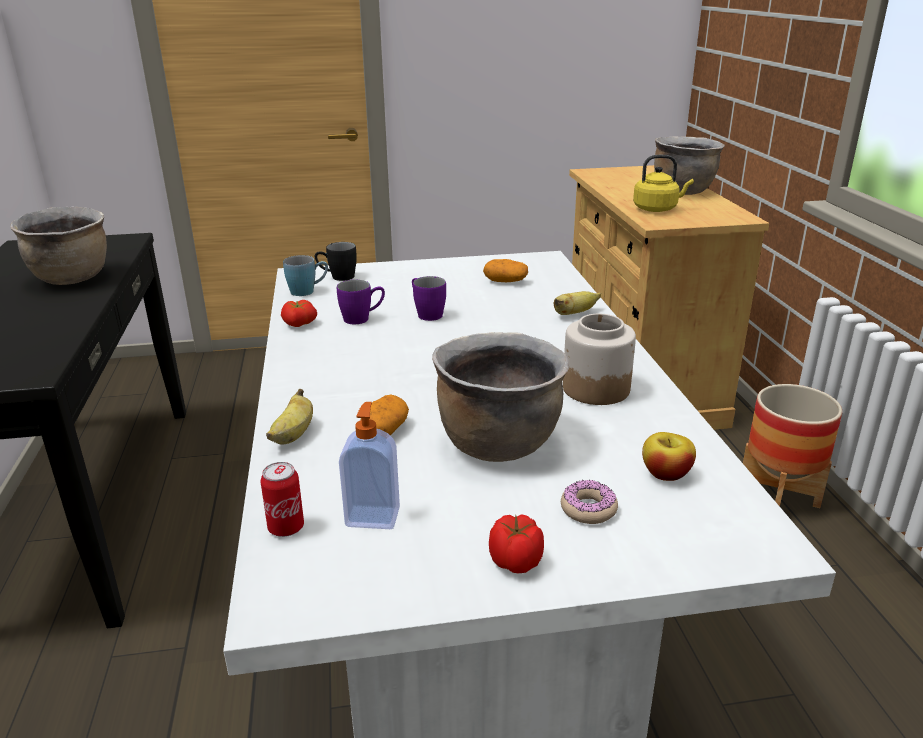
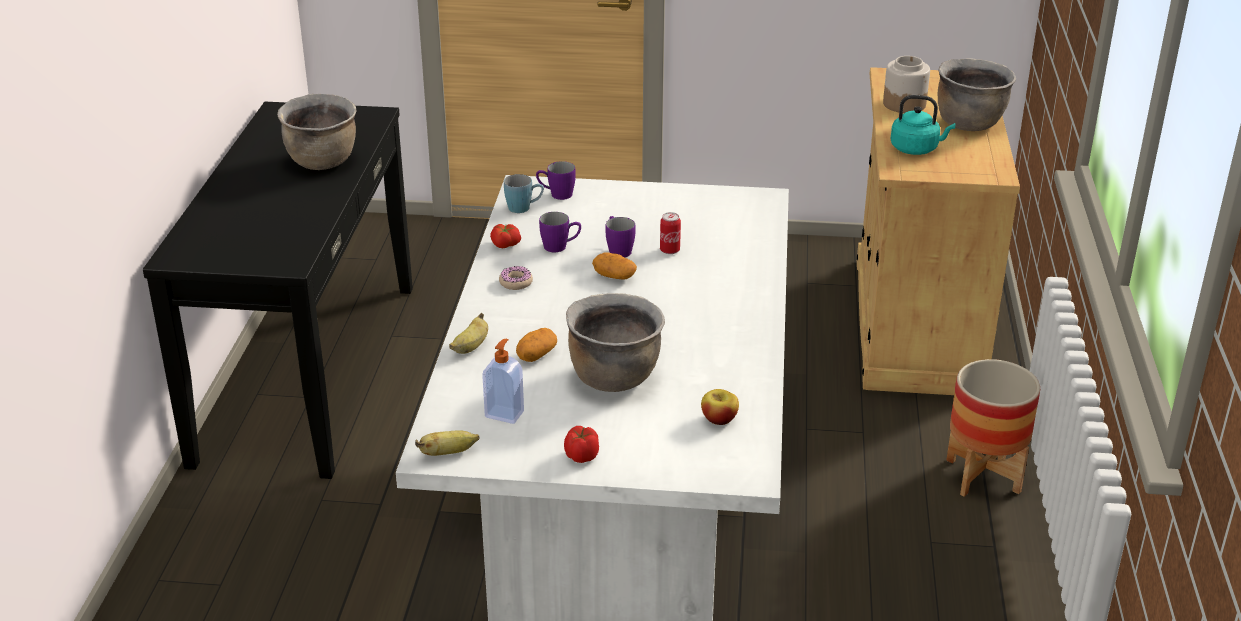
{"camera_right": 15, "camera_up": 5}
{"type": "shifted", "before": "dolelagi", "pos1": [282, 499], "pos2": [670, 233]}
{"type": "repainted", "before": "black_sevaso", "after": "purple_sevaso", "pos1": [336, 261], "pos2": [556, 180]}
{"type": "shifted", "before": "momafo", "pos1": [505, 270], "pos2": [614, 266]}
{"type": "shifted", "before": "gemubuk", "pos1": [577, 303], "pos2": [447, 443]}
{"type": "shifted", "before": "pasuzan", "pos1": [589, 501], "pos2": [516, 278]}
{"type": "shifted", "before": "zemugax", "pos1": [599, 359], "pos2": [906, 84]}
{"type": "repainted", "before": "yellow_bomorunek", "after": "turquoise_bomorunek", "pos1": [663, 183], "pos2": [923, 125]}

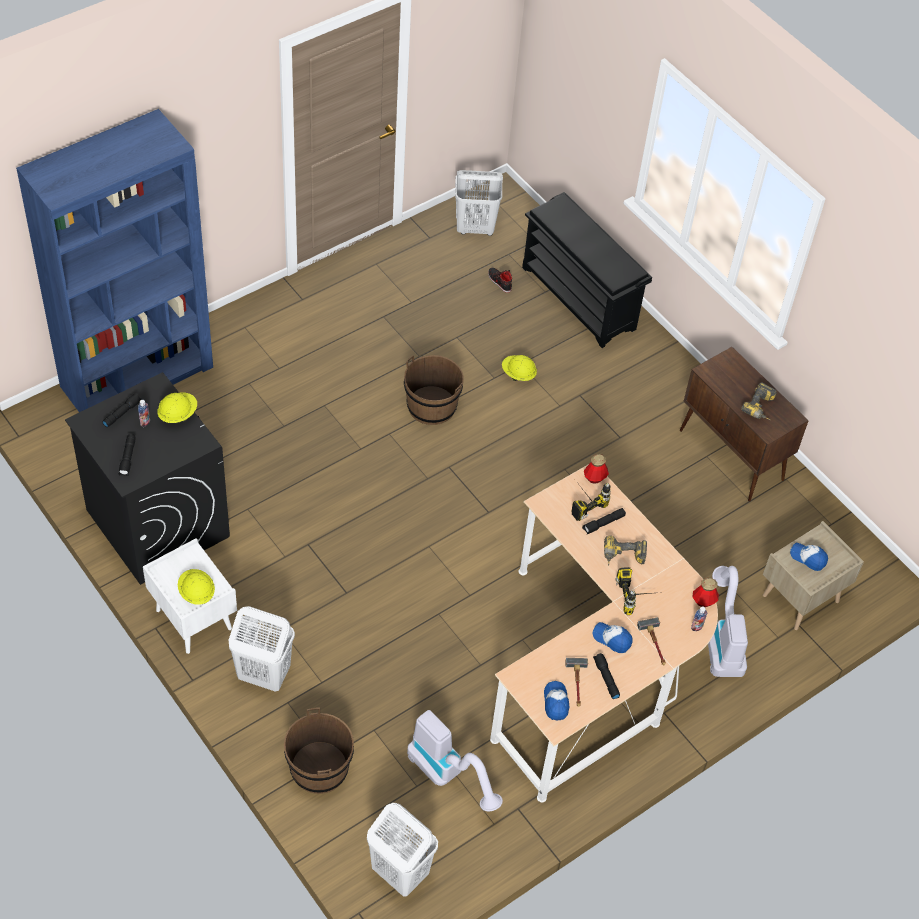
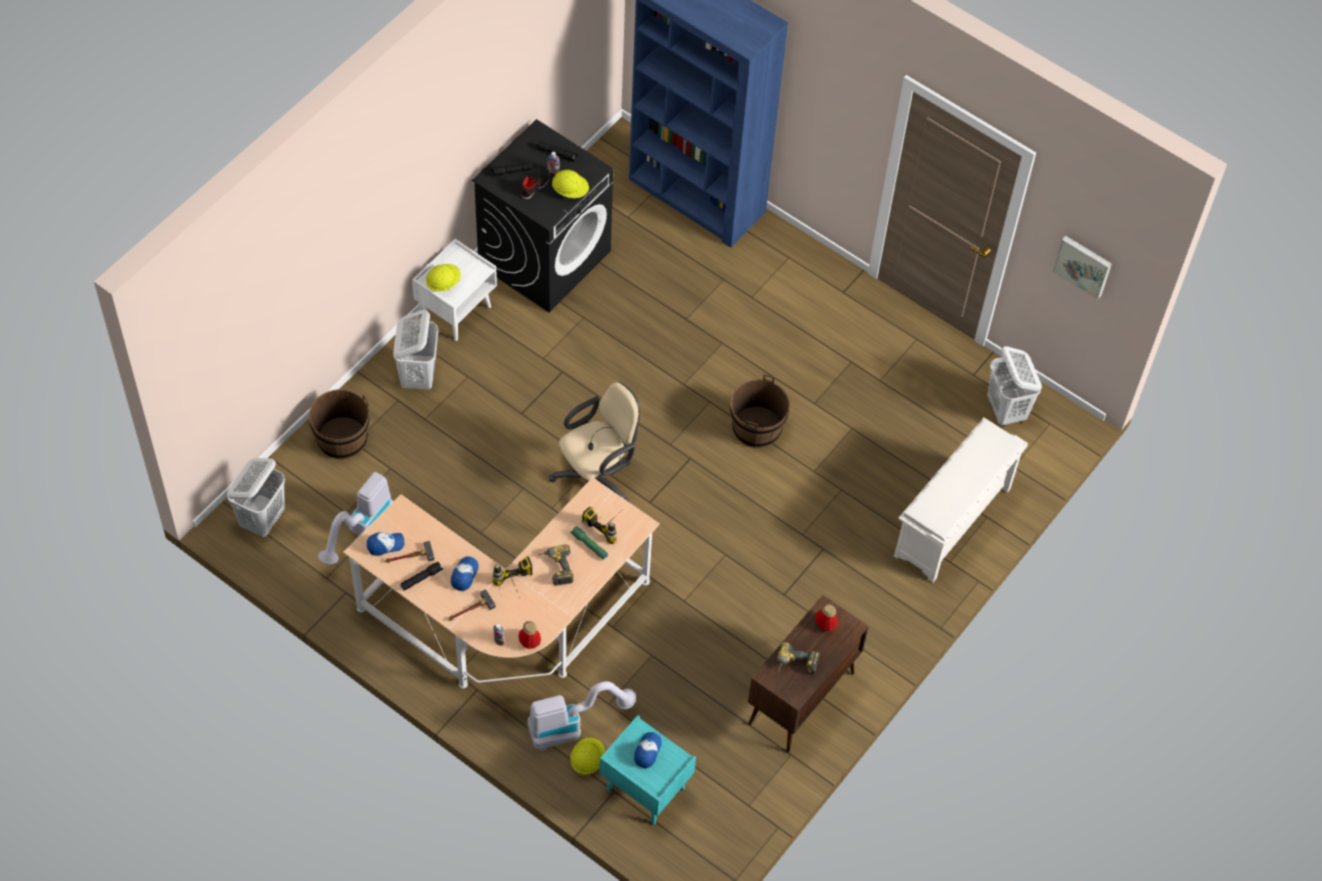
{"camera_right": 75, "camera_up": 5}
{"type": "shifted", "before": "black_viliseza", "pos1": [500, 280], "pos2": [535, 186]}
{"type": "shifted", "before": "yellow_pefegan", "pos1": [519, 368], "pos2": [587, 756]}
{"type": "repainted", "before": "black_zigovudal", "after": "white_zigovudal", "pos1": [587, 270], "pos2": [961, 500]}
{"type": "repainted", "before": "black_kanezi", "after": "green_kanezi", "pos1": [604, 521], "pos2": [589, 543]}
{"type": "shifted", "before": "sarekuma", "pos1": [596, 469], "pos2": [827, 617]}
{"type": "repainted", "before": "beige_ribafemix", "after": "turquoise_ribafemix", "pos1": [813, 575], "pos2": [648, 770]}
{"type": "new", "after": "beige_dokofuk", "pos2": [594, 442]}
{"type": "new", "after": "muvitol", "pos2": [1082, 268]}

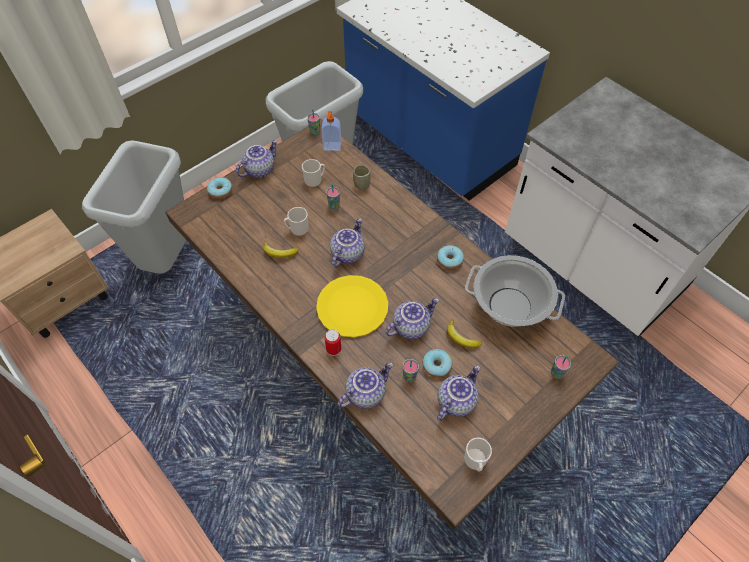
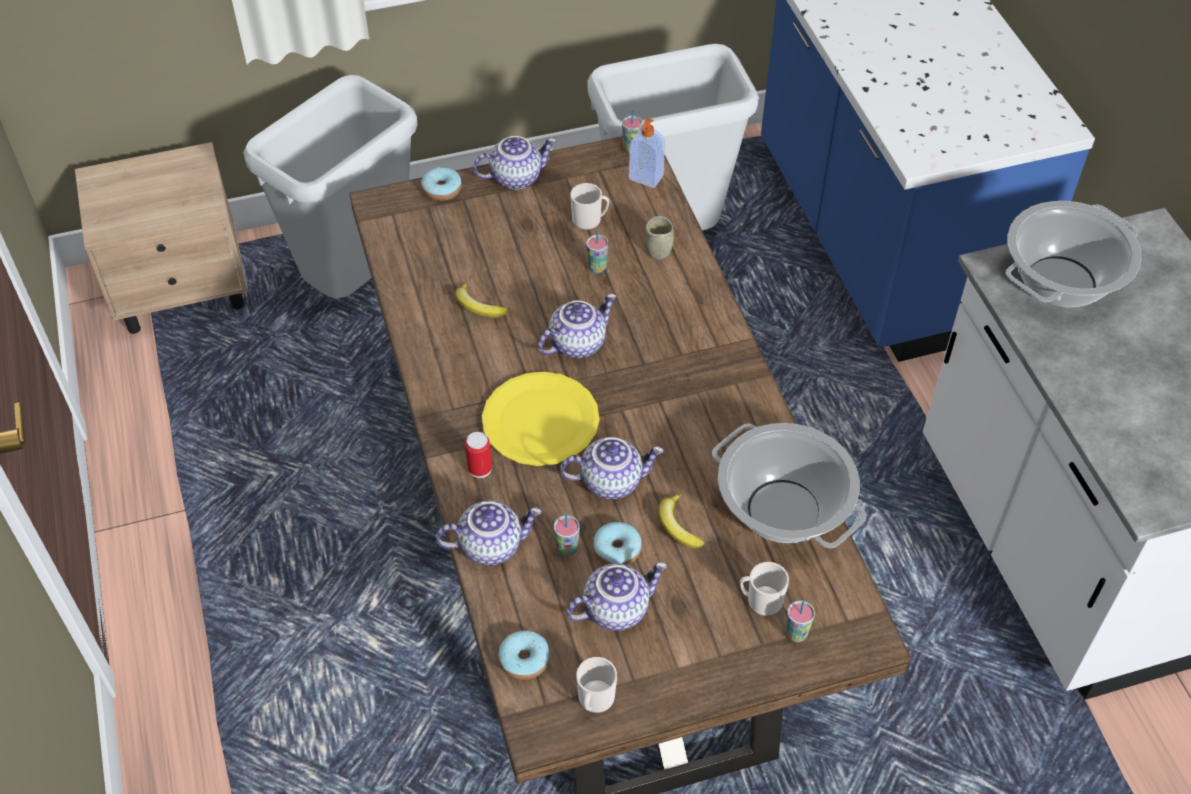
{"camera_right": 25, "camera_up": -5}
{"type": "shifted", "before": "sevaso", "pos1": [296, 221], "pos2": [764, 589]}
{"type": "shifted", "before": "pasuzan", "pos1": [450, 257], "pos2": [524, 655]}
{"type": "new", "after": "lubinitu", "pos2": [1073, 254]}

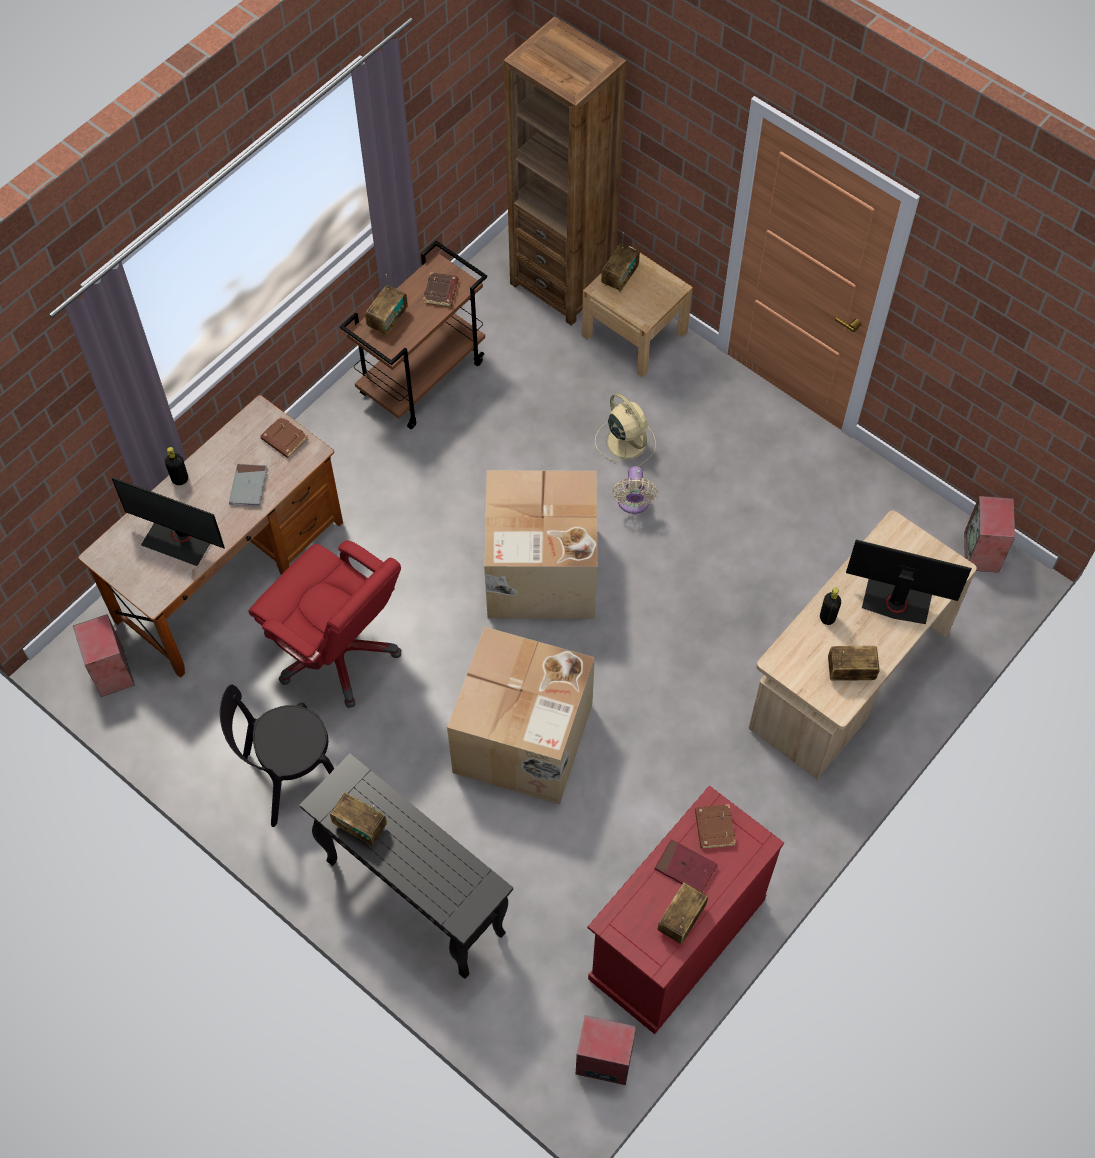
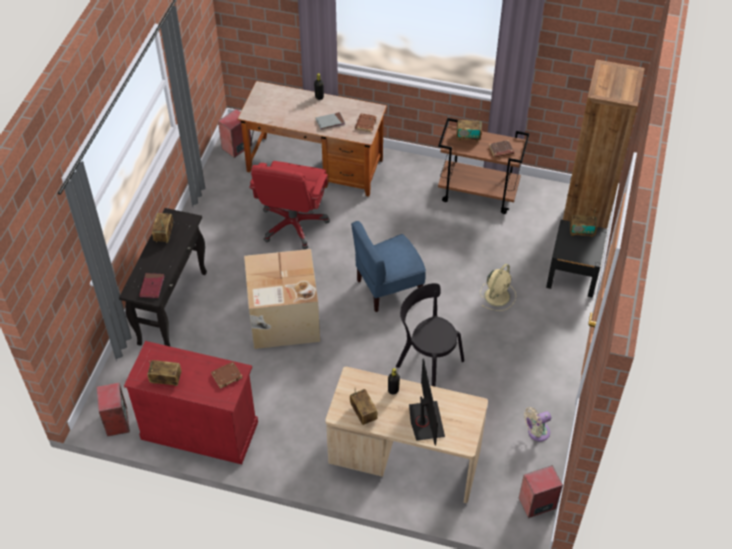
{"camera_right": 65, "camera_up": -10}
{"type": "gone", "before": "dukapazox", "pos1": [168, 521]}
{"type": "shifted", "before": "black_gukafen", "pos1": [277, 755], "pos2": [430, 335]}
{"type": "swapped", "before": "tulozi", "after": "blue_gukafen", "pos1": [540, 544], "pos2": [388, 266]}
{"type": "repainted", "before": "beige_ribafemix", "after": "black_ribafemix", "pos1": [637, 311], "pos2": [576, 259]}
{"type": "shifted", "before": "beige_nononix", "pos1": [635, 490], "pos2": [537, 424]}
{"type": "shifted", "before": "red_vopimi", "pos1": [686, 865], "pos2": [151, 285]}

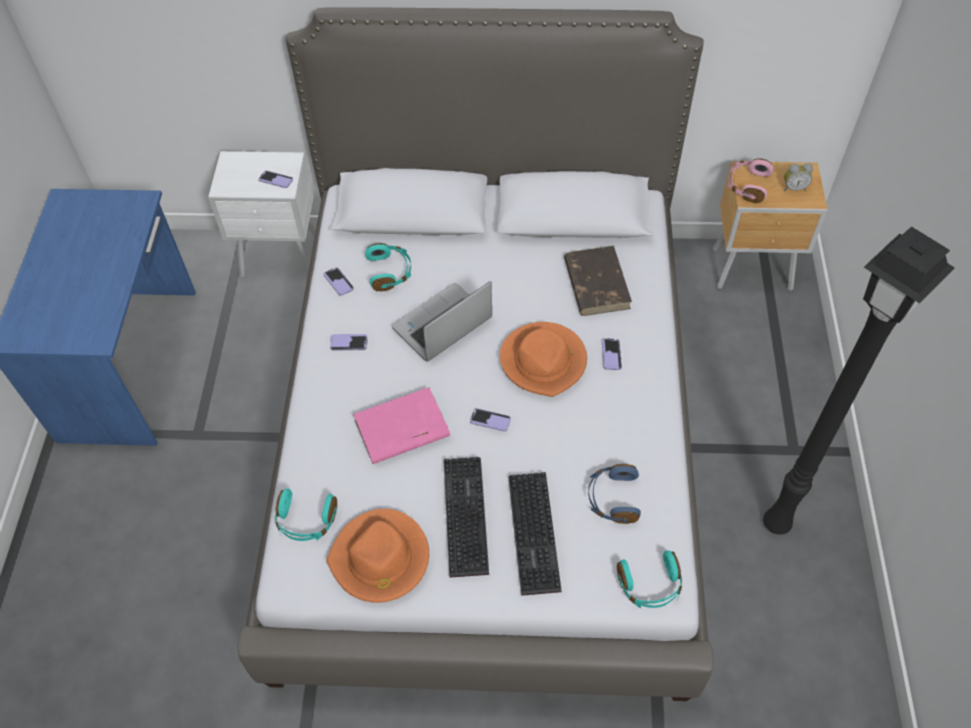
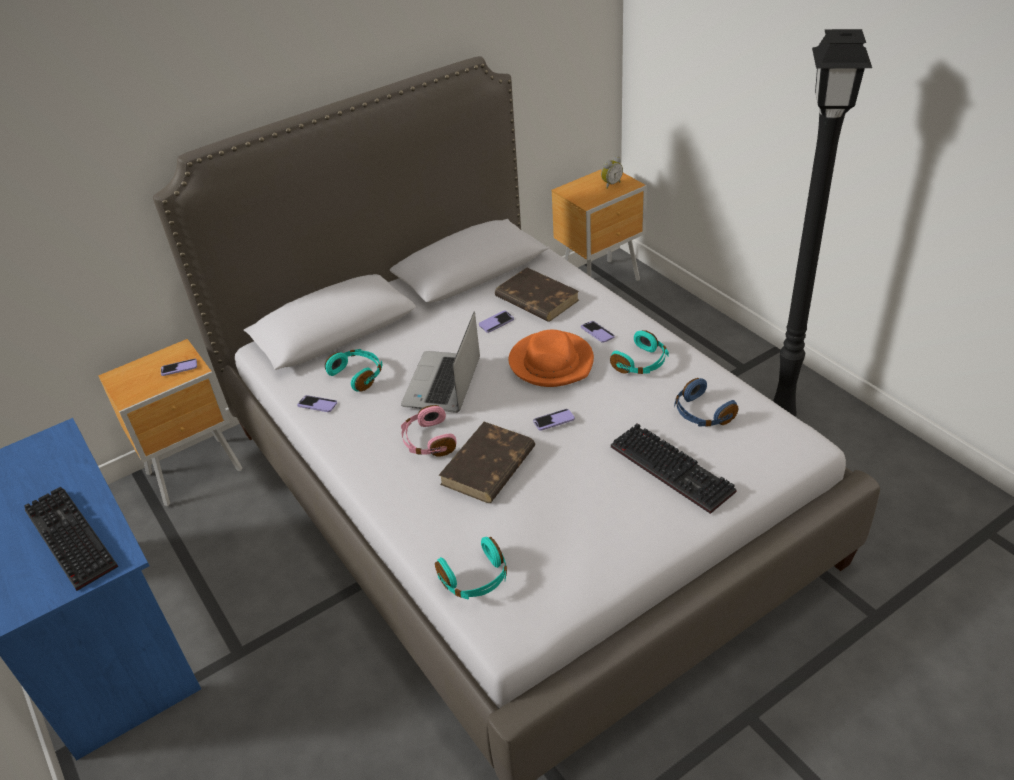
{"camera_right": -35, "camera_up": -15}
{"type": "repainted", "before": "white_ribafemix", "after": "brown_ribafemix", "pos1": [262, 214], "pos2": [170, 422]}
{"type": "gone", "before": "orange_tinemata", "pos1": [378, 556]}
{"type": "shifted", "before": "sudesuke", "pos1": [349, 342], "pos2": [496, 321]}
{"type": "repainted", "before": "pink_vopimi", "after": "brown_vopimi", "pos1": [401, 425], "pos2": [487, 462]}
{"type": "shifted", "before": "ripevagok", "pos1": [466, 517], "pos2": [71, 539]}
{"type": "shifted", "before": "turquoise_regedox", "pos1": [649, 579], "pos2": [639, 352]}
{"type": "shifted", "before": "pink_regedox", "pos1": [750, 180], "pos2": [429, 431]}

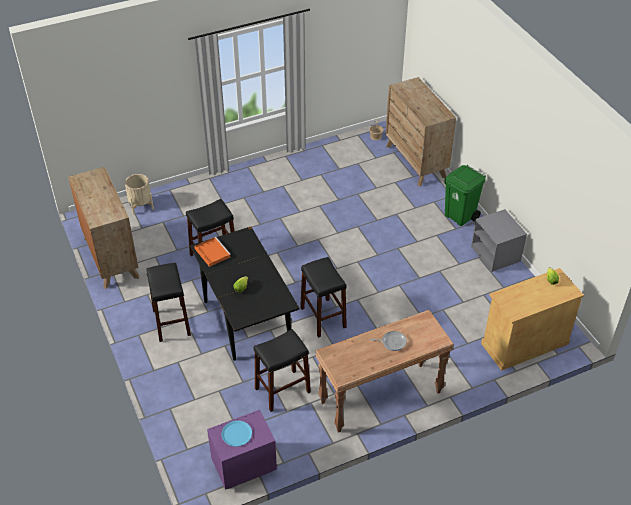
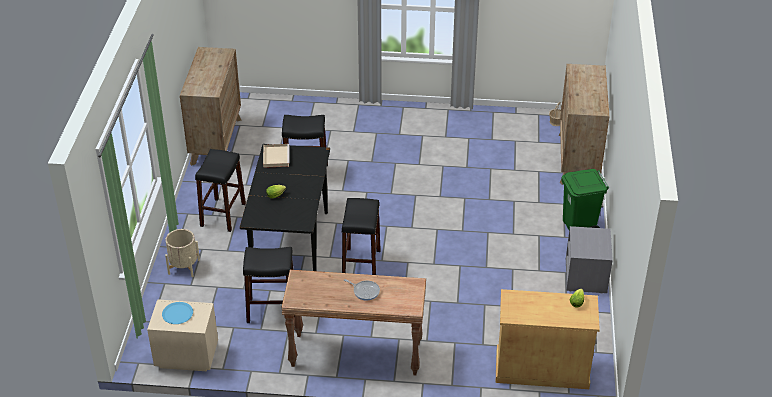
{"camera_right": 30, "camera_up": -5}
{"type": "shifted", "before": "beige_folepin", "pos1": [139, 194], "pos2": [182, 253]}
{"type": "repainted", "before": "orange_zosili", "after": "beige_zosili", "pos1": [212, 252], "pos2": [276, 156]}
{"type": "repainted", "before": "purple_ribafemix", "after": "beige_ribafemix", "pos1": [242, 450], "pos2": [182, 335]}

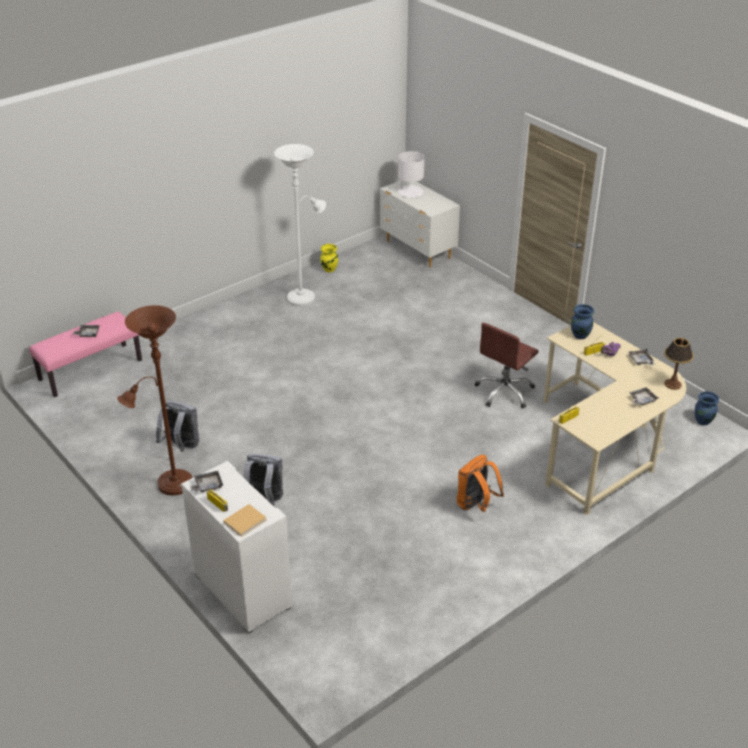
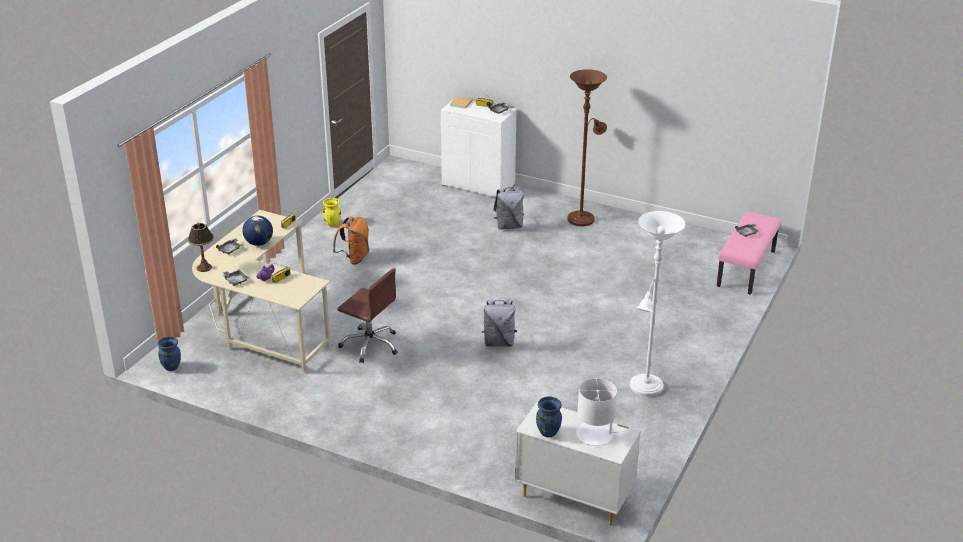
{"camera_right": 155, "camera_up": -5}
{"type": "shifted", "before": "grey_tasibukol", "pos1": [177, 426], "pos2": [499, 323]}
{"type": "shifted", "before": "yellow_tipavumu", "pos1": [329, 258], "pos2": [332, 212]}
{"type": "rotated", "before": "brown_dokofuk", "pos1": [507, 365], "pos2": [368, 315], "turn": 105}
{"type": "shifted", "before": "blue_tipavumu", "pos1": [582, 321], "pos2": [549, 416]}
{"type": "new", "after": "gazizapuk", "pos2": [257, 231]}

